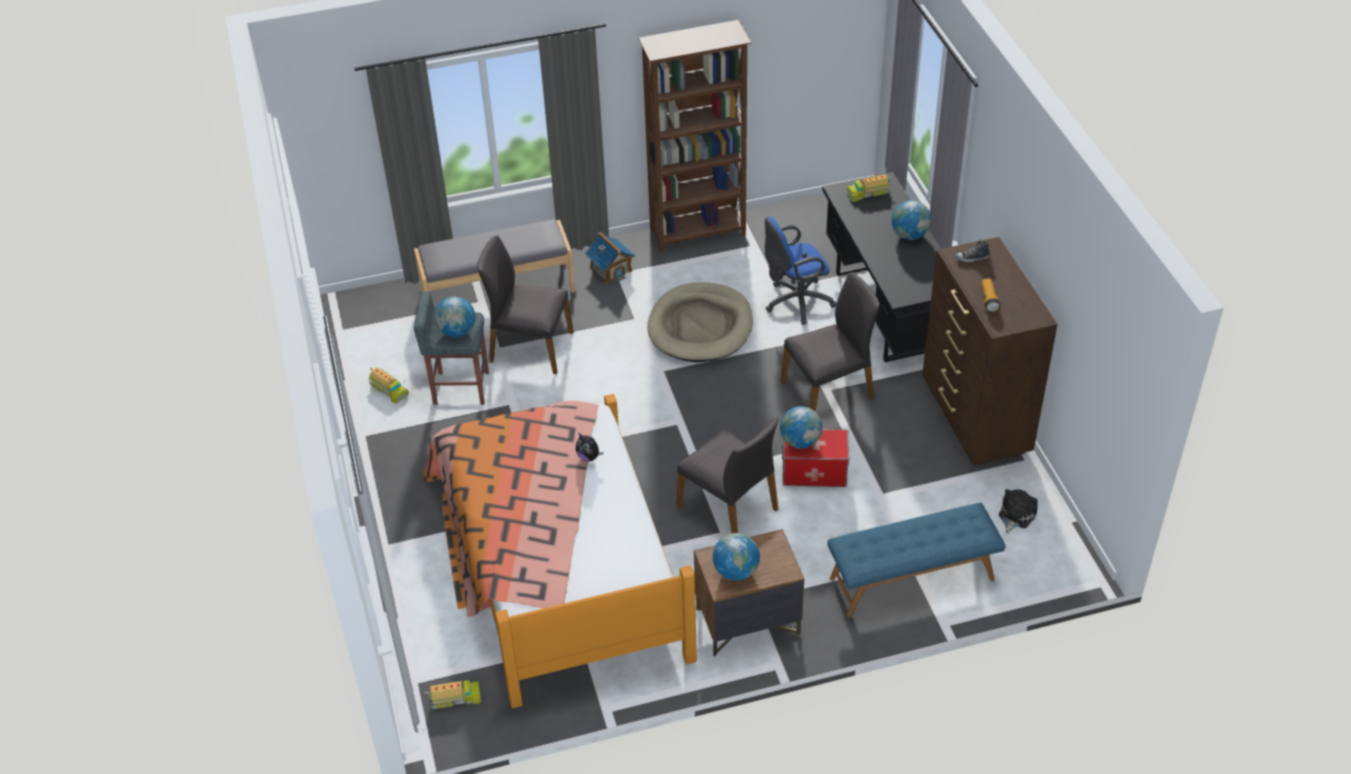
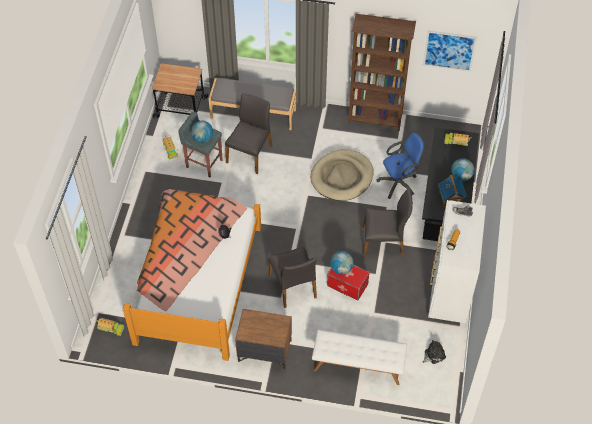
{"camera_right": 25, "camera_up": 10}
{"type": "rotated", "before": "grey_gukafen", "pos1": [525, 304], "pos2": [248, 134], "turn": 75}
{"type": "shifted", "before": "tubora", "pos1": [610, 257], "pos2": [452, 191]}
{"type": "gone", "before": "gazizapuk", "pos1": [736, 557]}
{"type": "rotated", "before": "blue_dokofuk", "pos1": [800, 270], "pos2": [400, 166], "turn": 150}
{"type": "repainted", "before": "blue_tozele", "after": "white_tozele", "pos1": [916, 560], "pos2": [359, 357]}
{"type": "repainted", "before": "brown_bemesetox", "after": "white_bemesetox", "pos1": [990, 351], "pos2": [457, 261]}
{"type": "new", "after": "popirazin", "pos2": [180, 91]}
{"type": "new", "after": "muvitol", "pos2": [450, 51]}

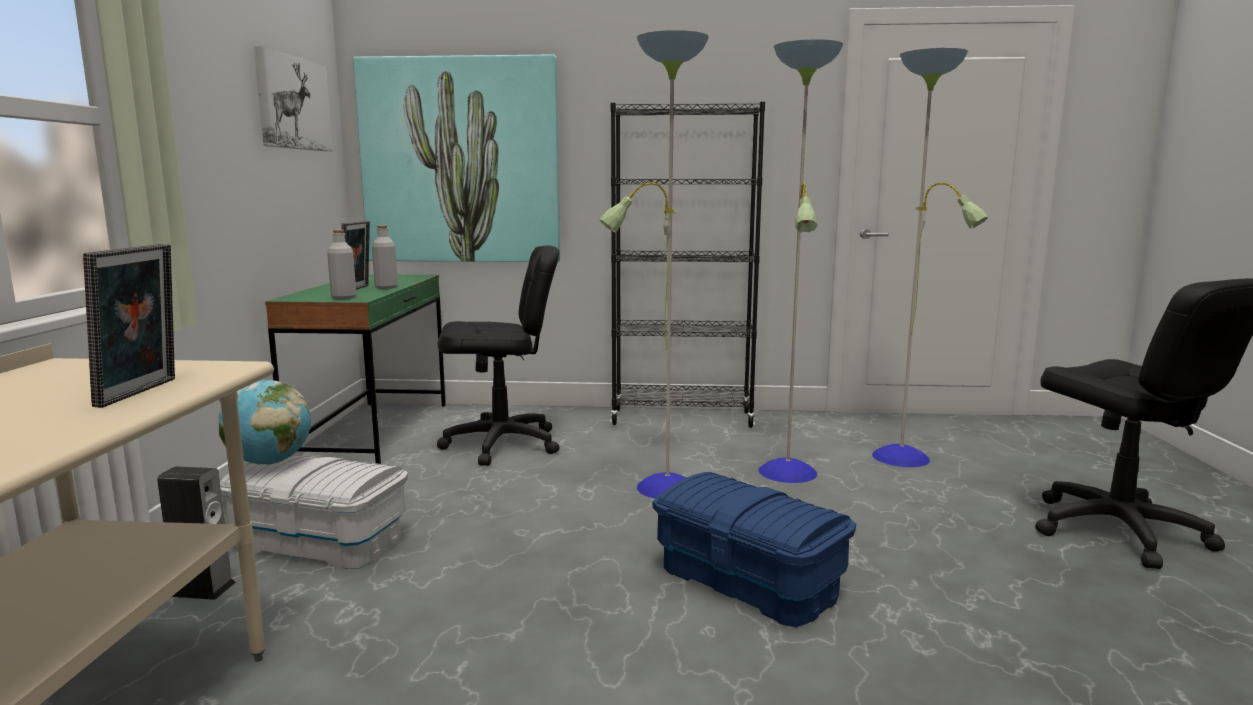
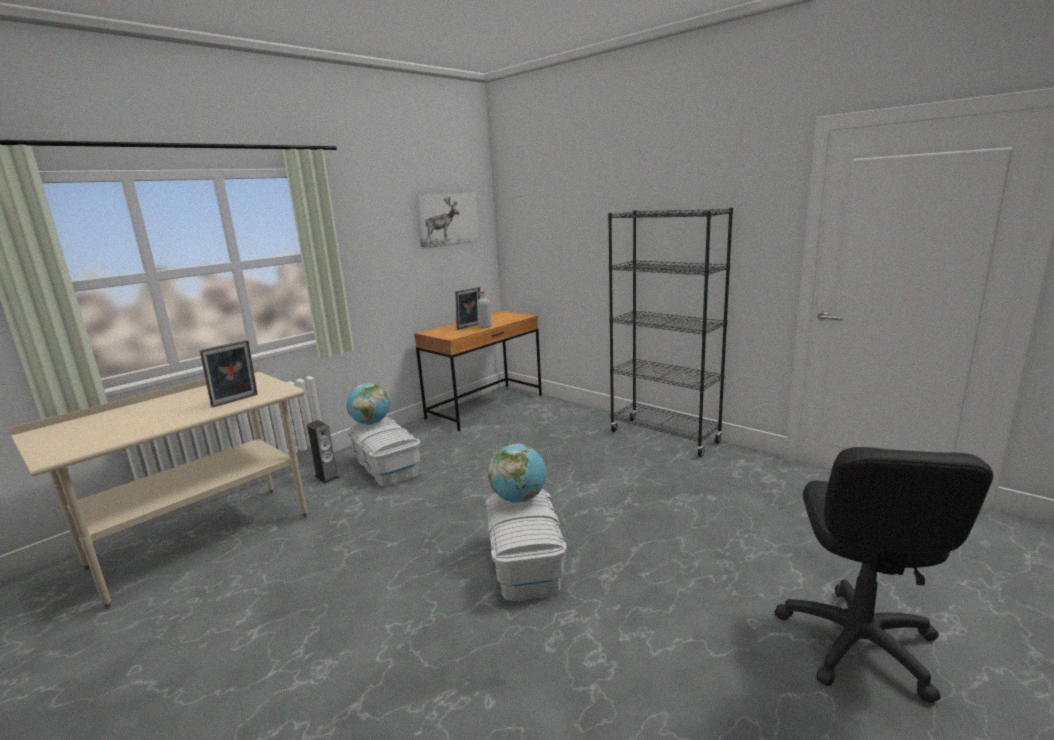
{"camera_right": 40, "camera_up": 5}
{"type": "repainted", "before": "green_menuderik", "after": "brown_menuderik", "pos1": [355, 369], "pos2": [478, 371]}
{"type": "gone", "before": "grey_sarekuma", "pos1": [341, 264]}
{"type": "gone", "before": "muvitol", "pos1": [456, 158]}
{"type": "gone", "before": "black_dokofuk", "pos1": [498, 356]}
{"type": "gone", "before": "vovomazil", "pos1": [793, 264]}
{"type": "repainted", "before": "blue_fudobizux", "after": "white_fudobizux", "pos1": [754, 549], "pos2": [526, 545]}
{"type": "new", "after": "gazizapuk", "pos2": [517, 473]}

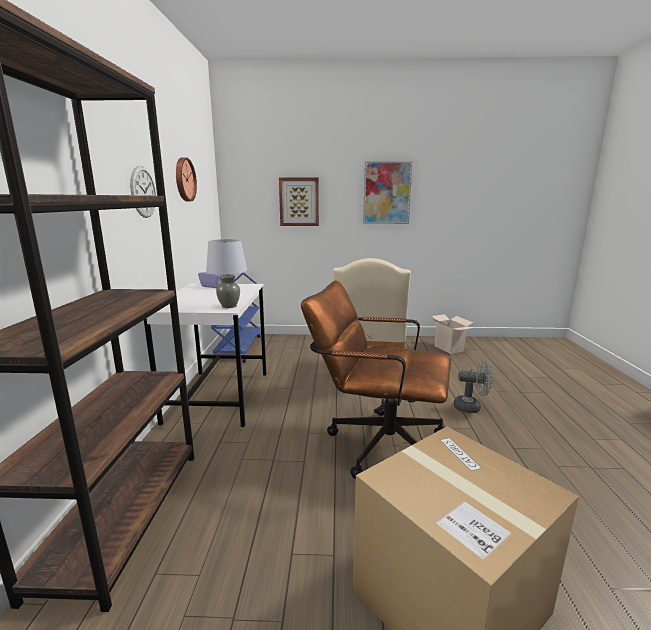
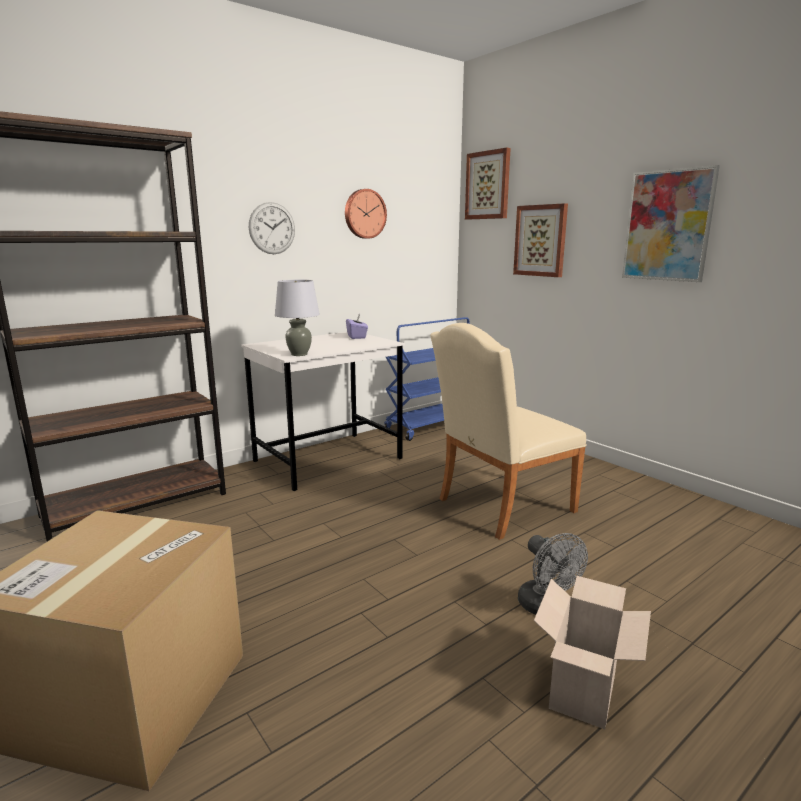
{"camera_right": 50, "camera_up": 0}
{"type": "gone", "before": "brown_dokofuk", "pos1": [376, 379]}
{"type": "shifted", "before": "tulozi", "pos1": [452, 334], "pos2": [592, 652]}
{"type": "new", "after": "muvitol", "pos2": [488, 183]}

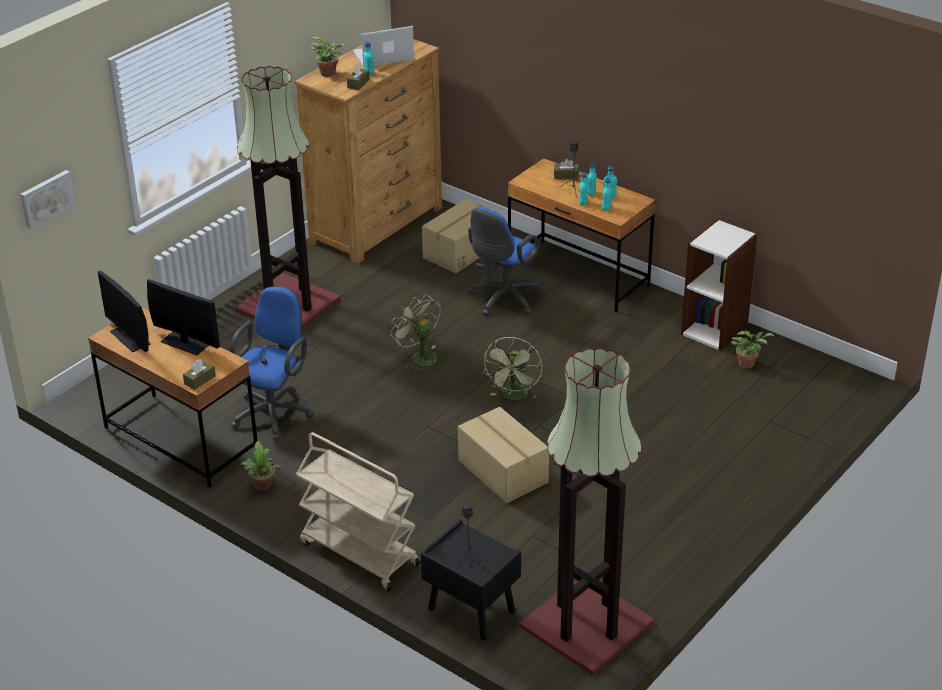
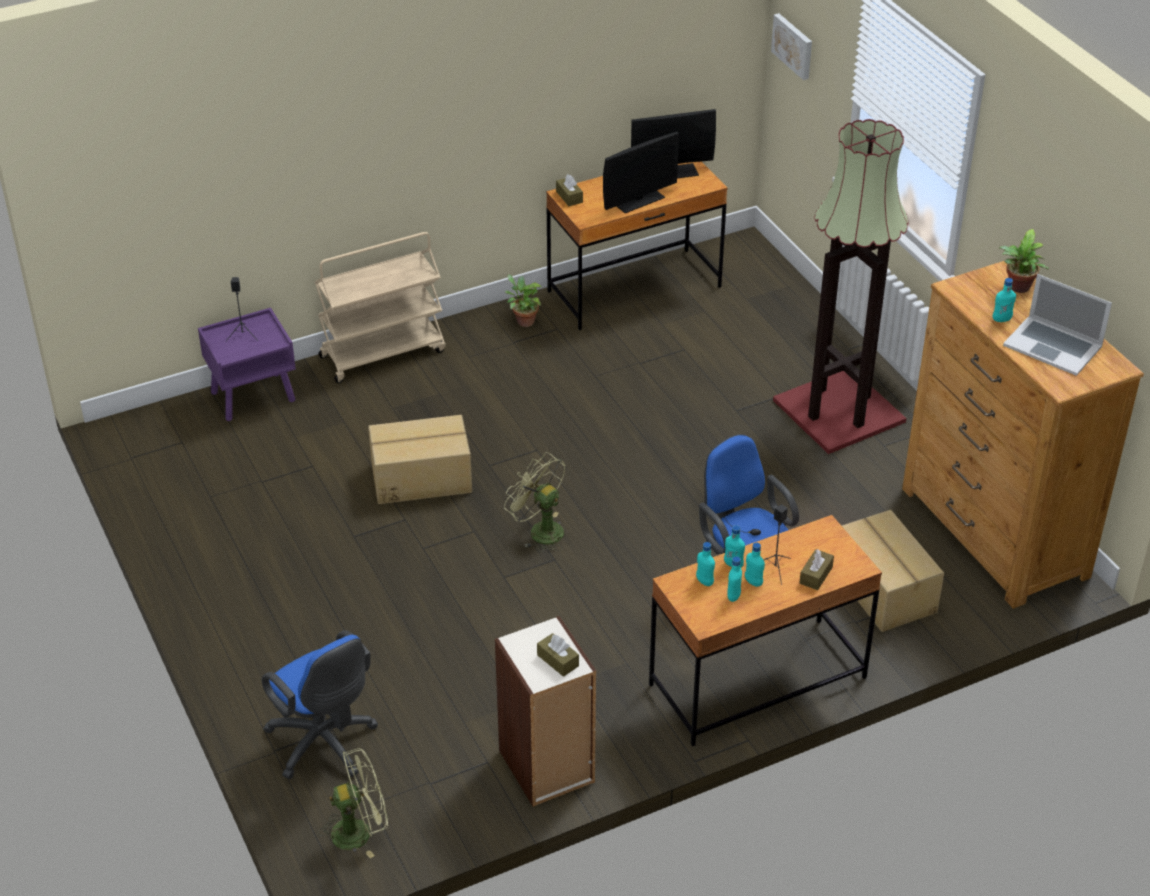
{"camera_right": 115, "camera_up": 5}
{"type": "shifted", "before": "blue_dokofuk", "pos1": [272, 364], "pos2": [320, 704]}
{"type": "shifted", "before": "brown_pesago", "pos1": [358, 77], "pos2": [558, 655]}
{"type": "rotated", "before": "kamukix", "pos1": [383, 47], "pos2": [1057, 325], "turn": 120}
{"type": "shifted", "before": "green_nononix", "pos1": [415, 332], "pos2": [353, 803]}
{"type": "repainted", "before": "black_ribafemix", "after": "purple_ribafemix", "pos1": [471, 579], "pos2": [247, 364]}
{"type": "gone", "before": "vovomazil", "pos1": [586, 511]}
{"type": "gone", "before": "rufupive", "pos1": [752, 350]}

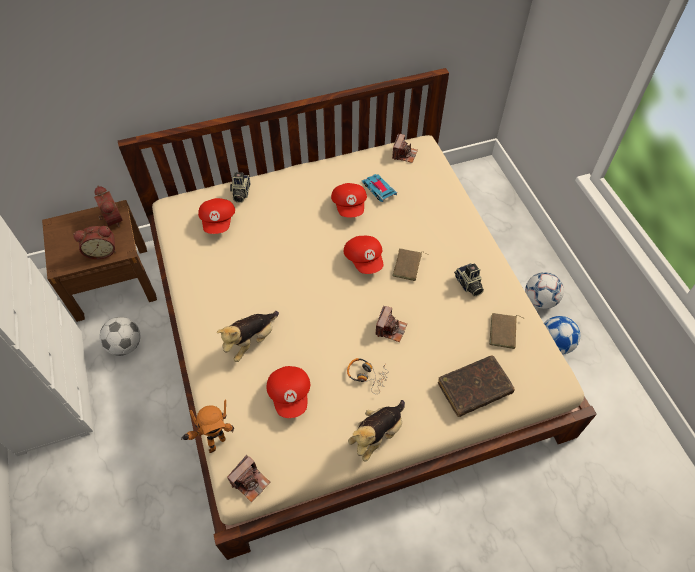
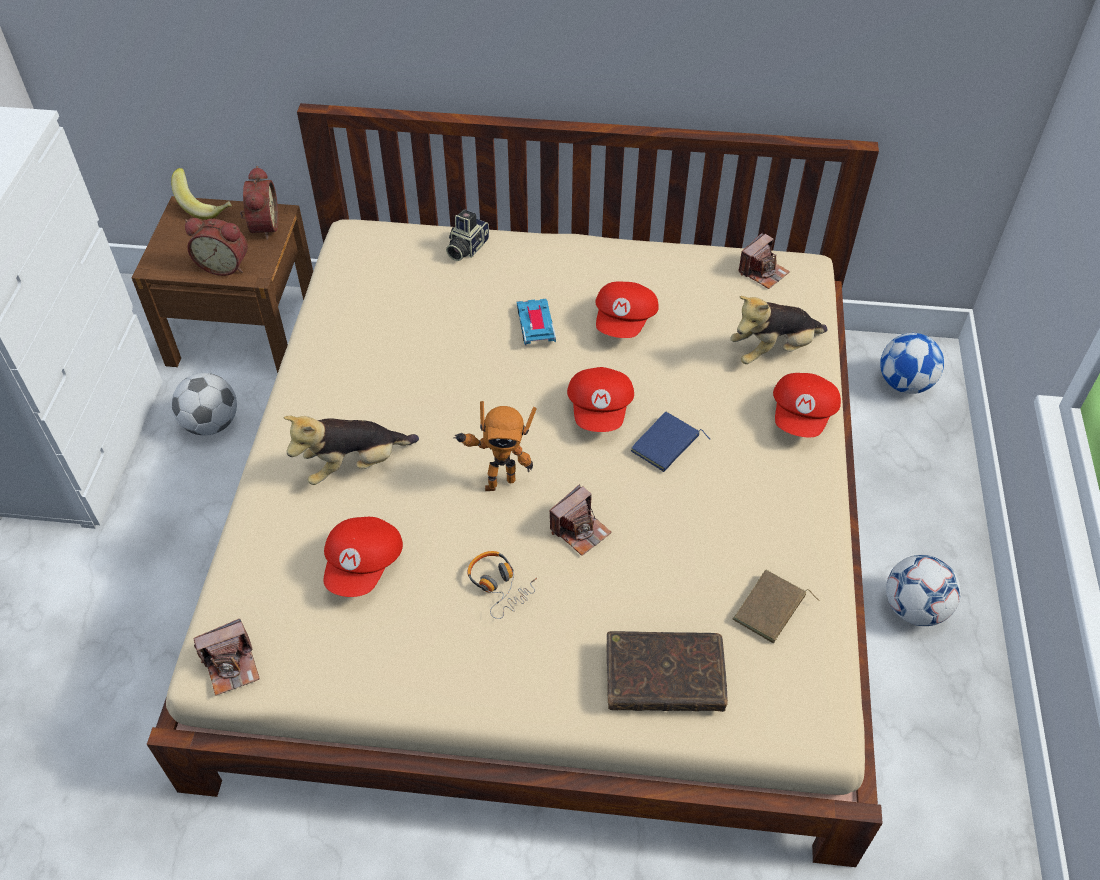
{"camera_right": 25, "camera_up": -5}
{"type": "shifted", "before": "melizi", "pos1": [207, 426], "pos2": [495, 446]}
{"type": "shifted", "before": "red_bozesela", "pos1": [216, 216], "pos2": [807, 405]}
{"type": "shifted", "before": "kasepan", "pos1": [376, 430], "pos2": [779, 330]}
{"type": "shifted", "before": "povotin", "pos1": [379, 188], "pos2": [536, 322]}
{"type": "repainted", "before": "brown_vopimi", "after": "blue_vopimi", "pos1": [410, 264], "pos2": [670, 442]}
{"type": "gone", "before": "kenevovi", "pos1": [469, 279]}
{"type": "shifted", "before": "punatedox", "pos1": [562, 335], "pos2": [912, 363]}
{"type": "new", "after": "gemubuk", "pos2": [201, 194]}

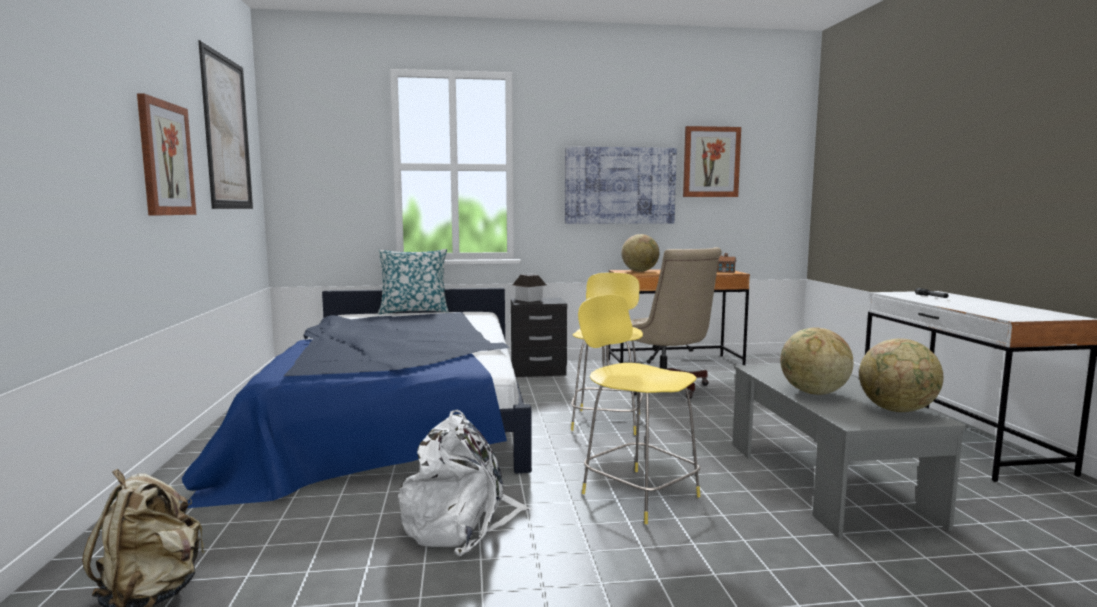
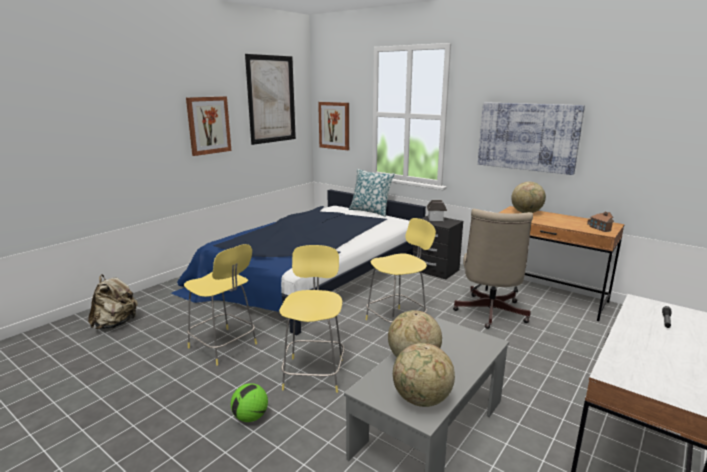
{"camera_right": 45, "camera_up": 10}
{"type": "swapped", "before": "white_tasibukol", "after": "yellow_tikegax", "pos1": [465, 483], "pos2": [220, 305]}
{"type": "shifted", "before": "muvitol", "pos1": [712, 161], "pos2": [333, 126]}
{"type": "new", "after": "punatedox", "pos2": [249, 402]}

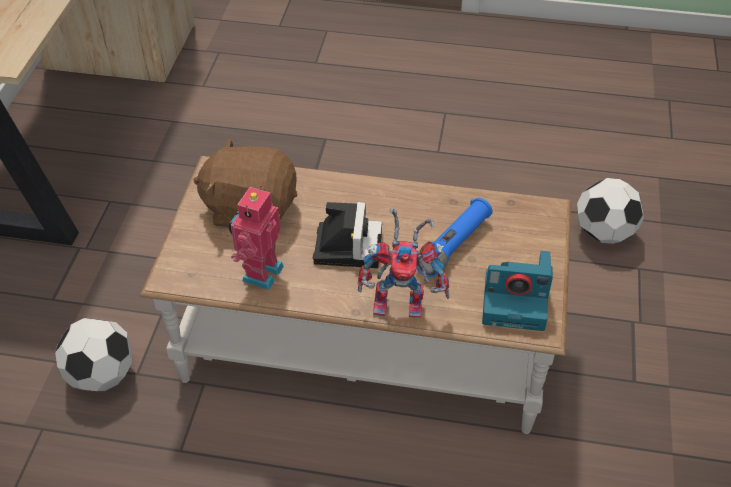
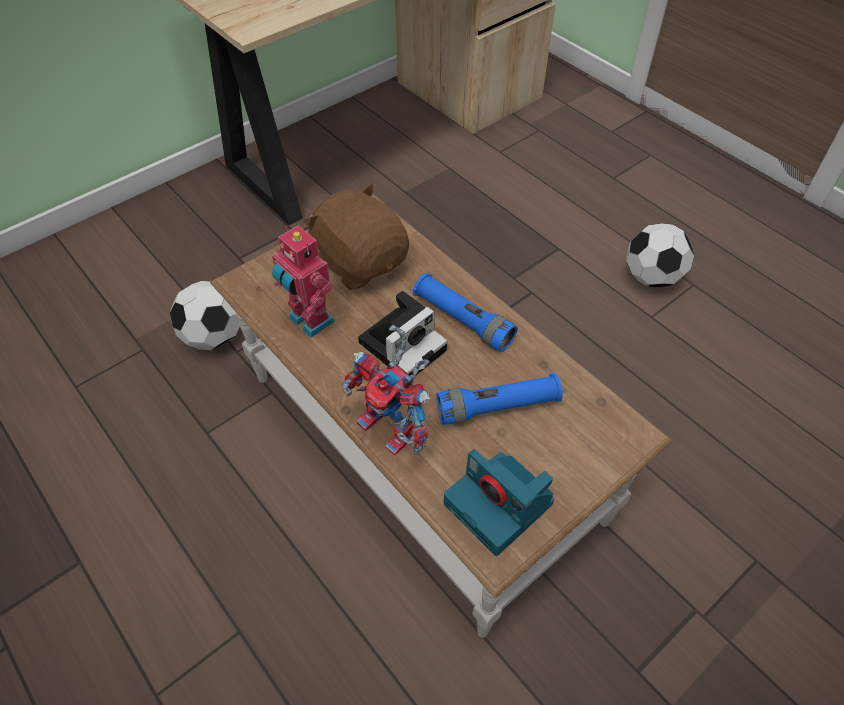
{"camera_right": 40, "camera_up": 5}
{"type": "rotated", "before": "melizi", "pos1": [256, 237], "pos2": [303, 281], "turn": -105}
{"type": "shifted", "before": "punatedox", "pos1": [610, 211], "pos2": [660, 255]}
{"type": "new", "after": "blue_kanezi", "pos2": [465, 312]}

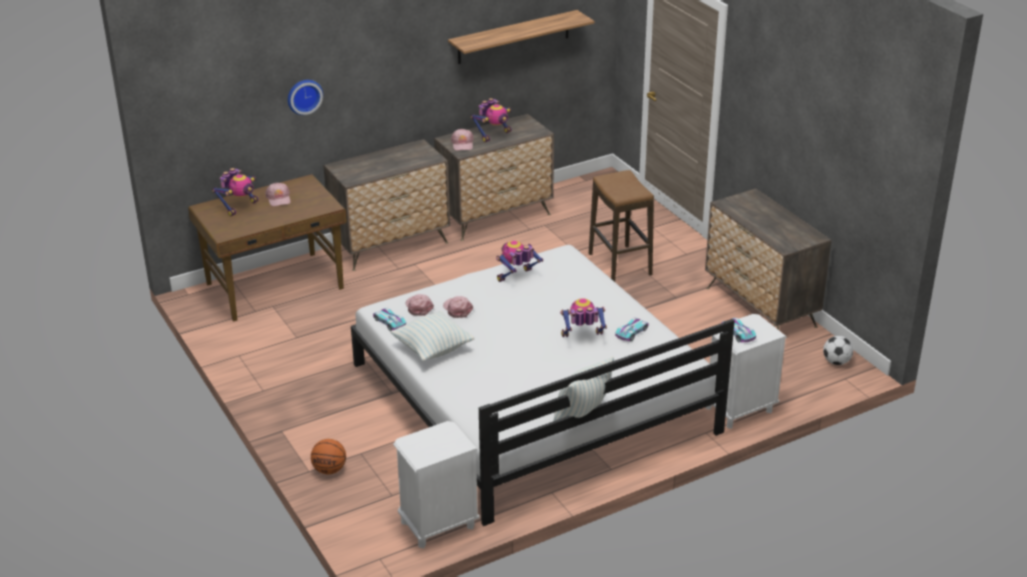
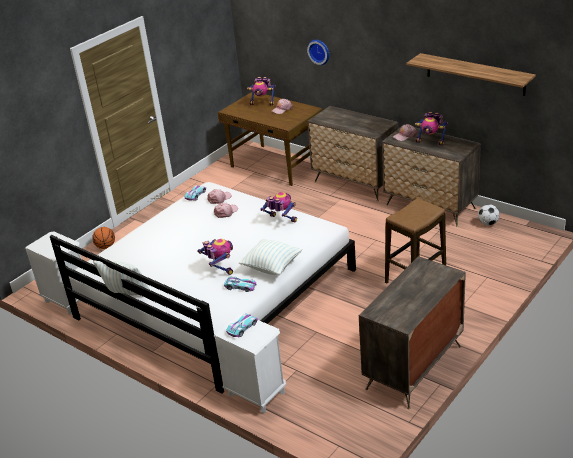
{"camera_right": 70, "camera_up": 0}
{"type": "shifted", "before": "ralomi", "pos1": [432, 336], "pos2": [270, 257]}
{"type": "shifted", "before": "punatedox", "pos1": [838, 350], "pos2": [489, 214]}

